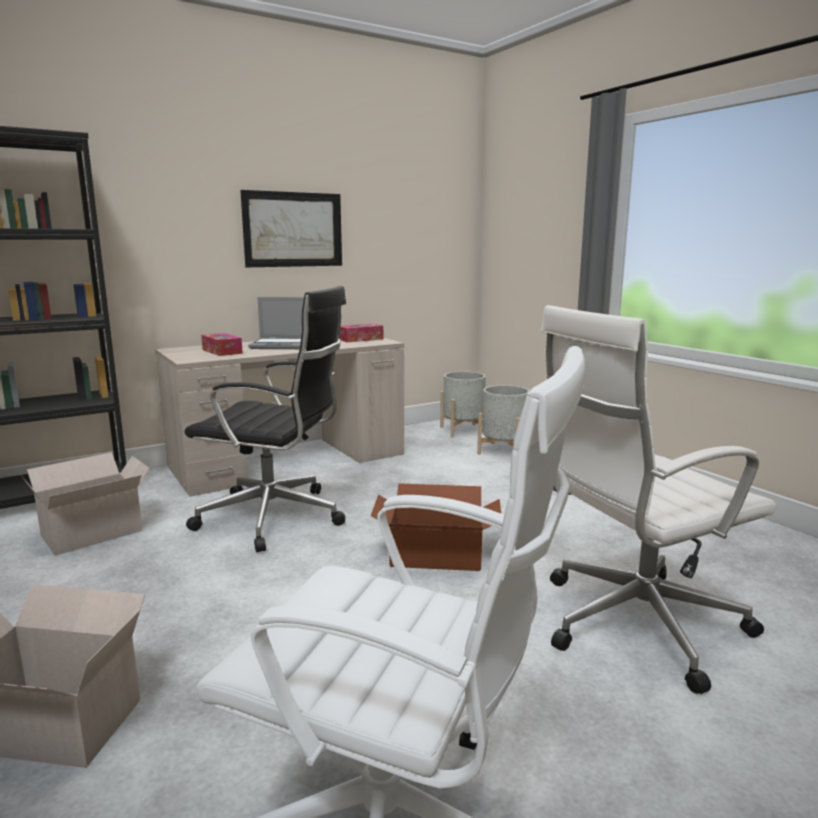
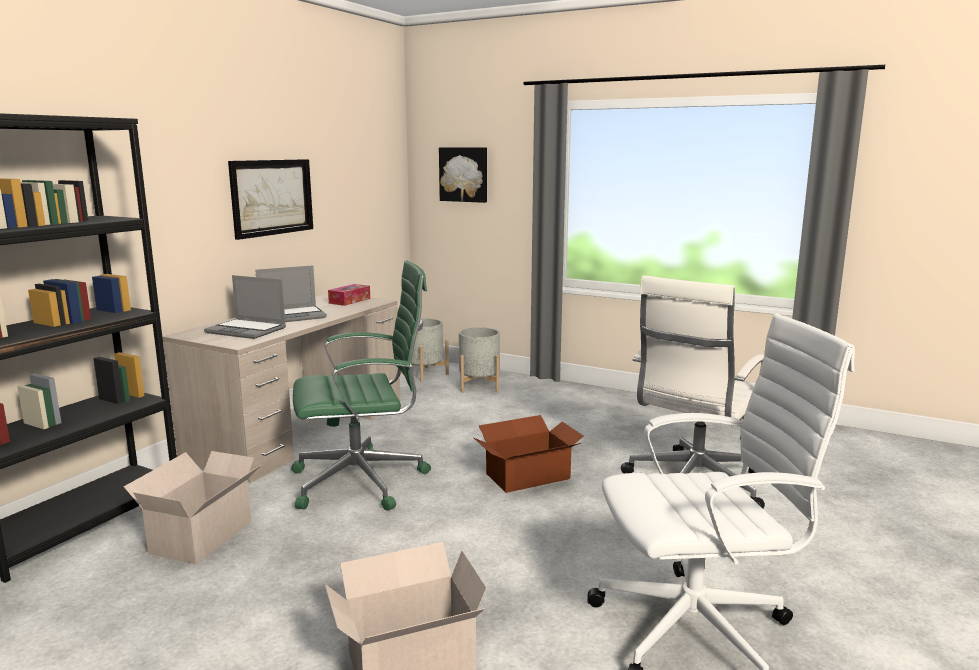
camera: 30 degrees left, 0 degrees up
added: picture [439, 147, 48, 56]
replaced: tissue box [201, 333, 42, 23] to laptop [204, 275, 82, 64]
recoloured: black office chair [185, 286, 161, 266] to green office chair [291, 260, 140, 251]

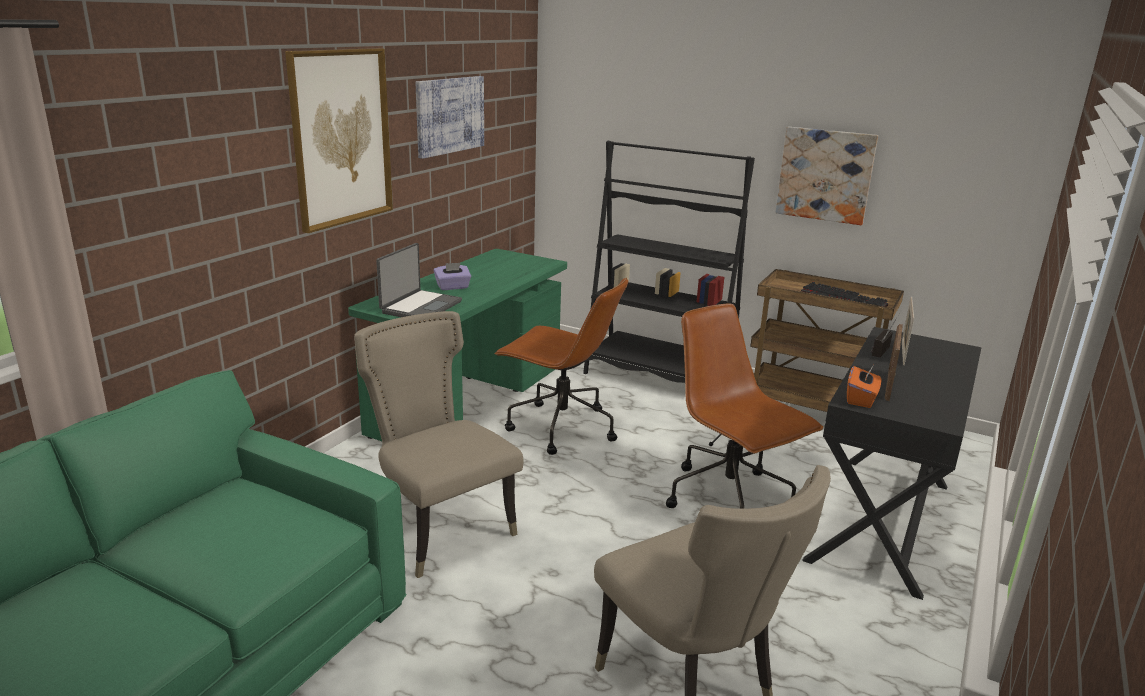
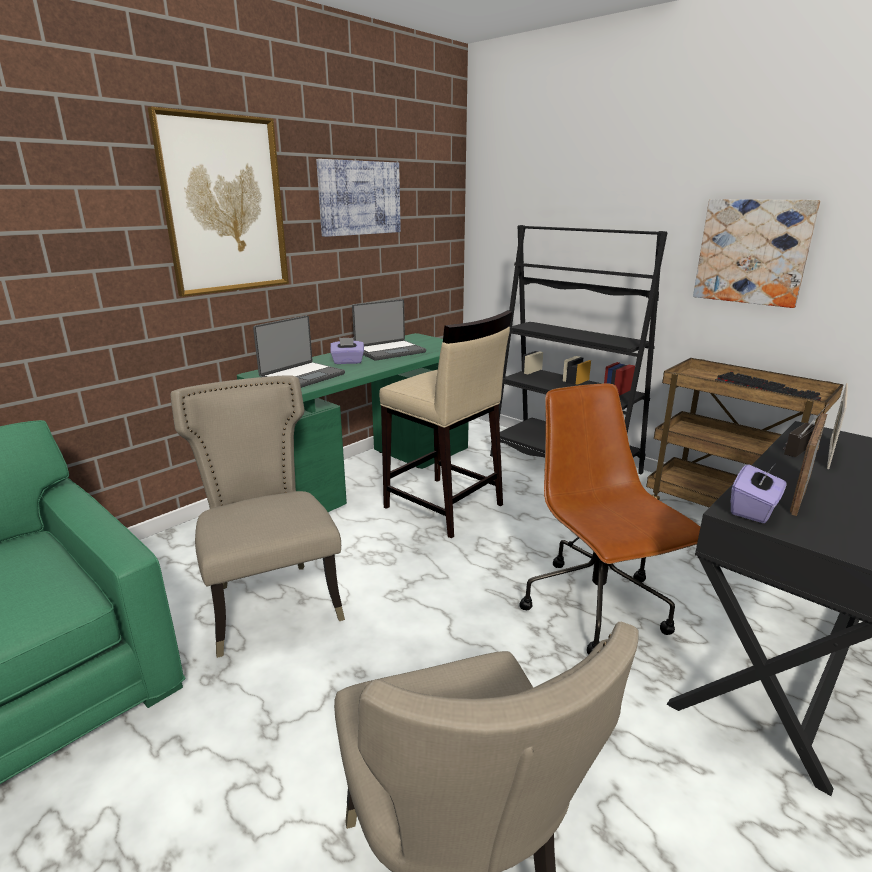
camera: 15 degrees right, 0 degrees up
added: laptop [352, 299, 74, 62]
replaced: brown office chair [494, 277, 134, 178] to beige stool [379, 310, 134, 228]
recoloured: orange tissue box [847, 366, 34, 42] to purple tissue box [731, 464, 55, 59]

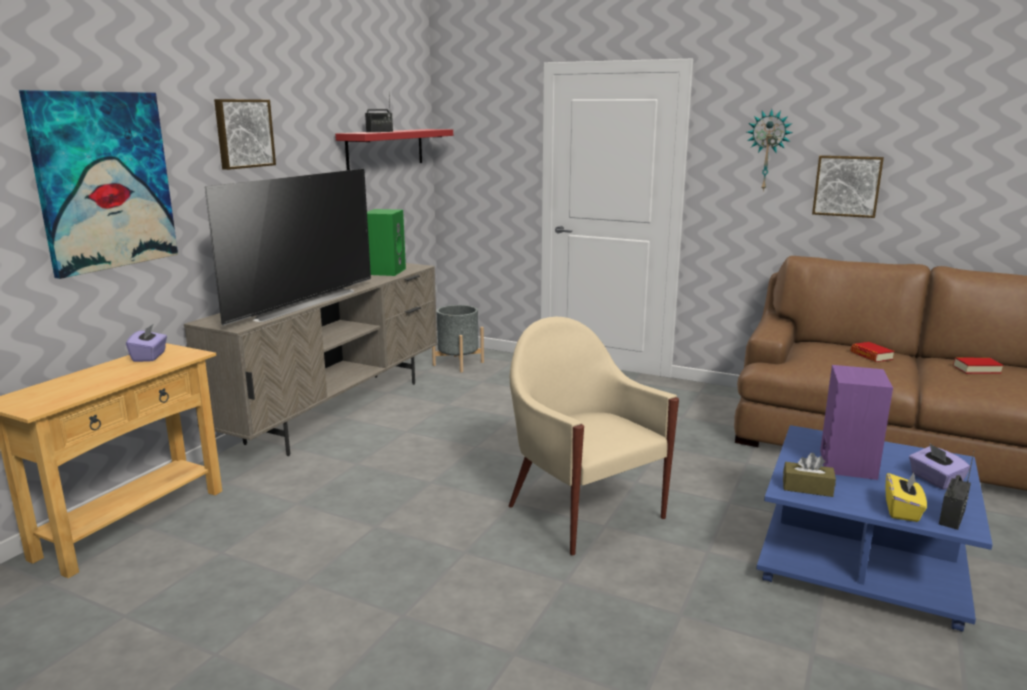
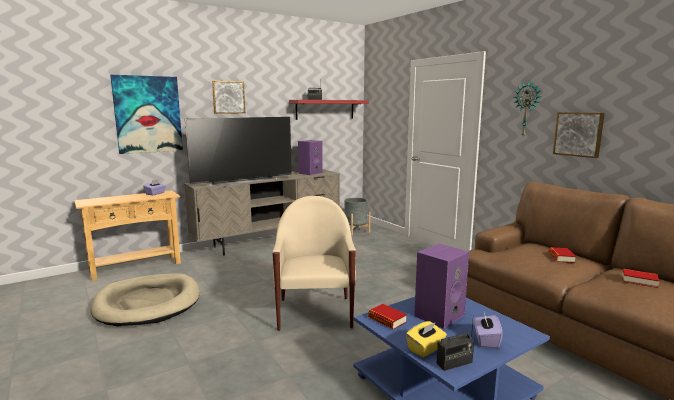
camera: 30 degrees right, 5 degrees down
added: beige dog bed [90, 273, 110, 53]
replaced: brown tissue box [783, 453, 53, 44] to book [368, 304, 39, 25]
recoloured: green speaker [367, 209, 39, 67] to purple speaker [298, 140, 25, 35]

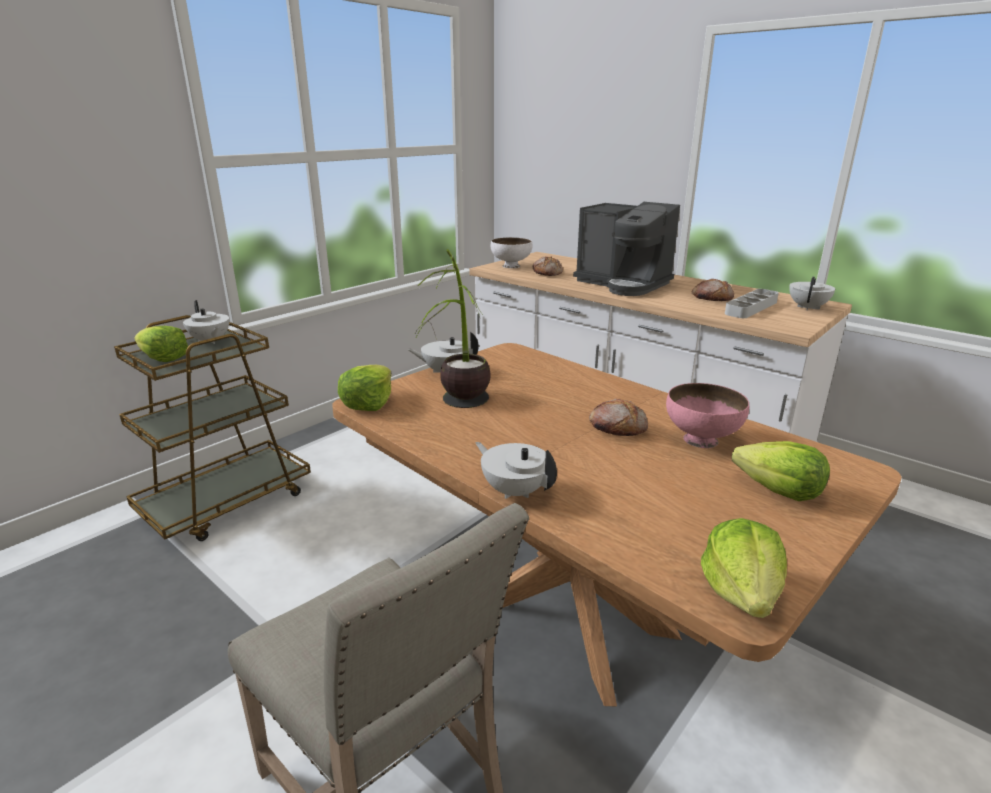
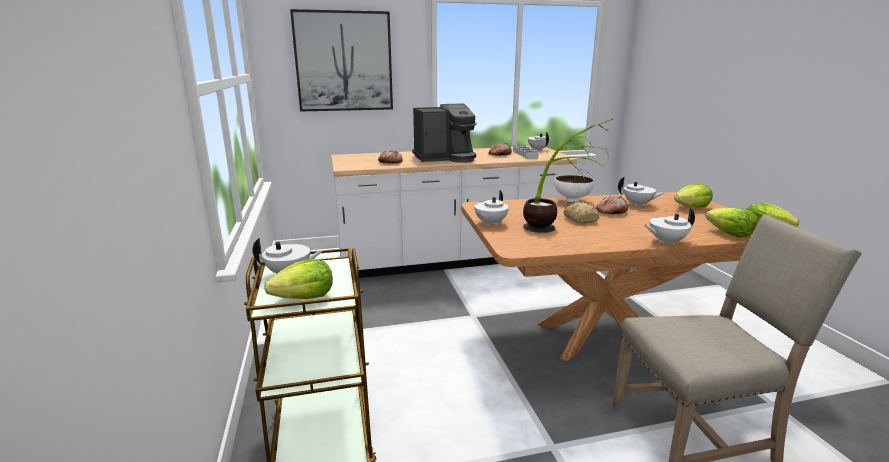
camera: 55 degrees left, 5 degrees down
added: picture [290, 9, 103, 103]; bread [563, 202, 36, 21]
moved: white bowl [491, 237, 41, 31] to [554, 175, 40, 29]; lettuce [338, 365, 54, 46] to [706, 208, 52, 30]
replaced: pink bowl [666, 383, 83, 65] to white teapot [618, 177, 48, 30]

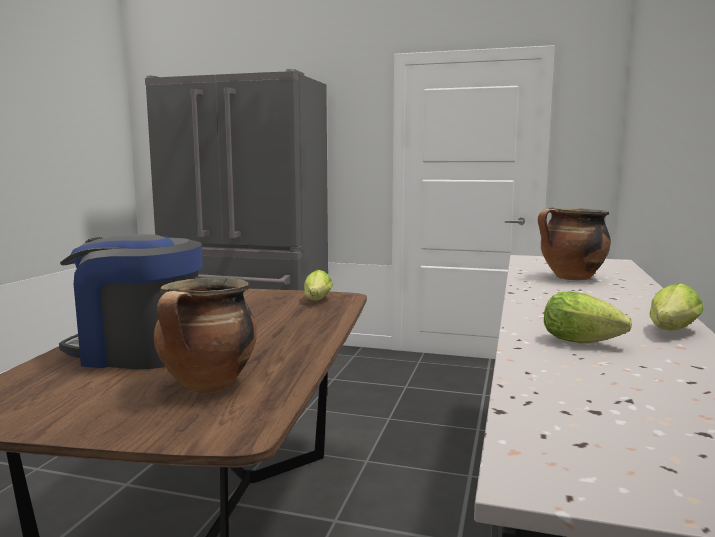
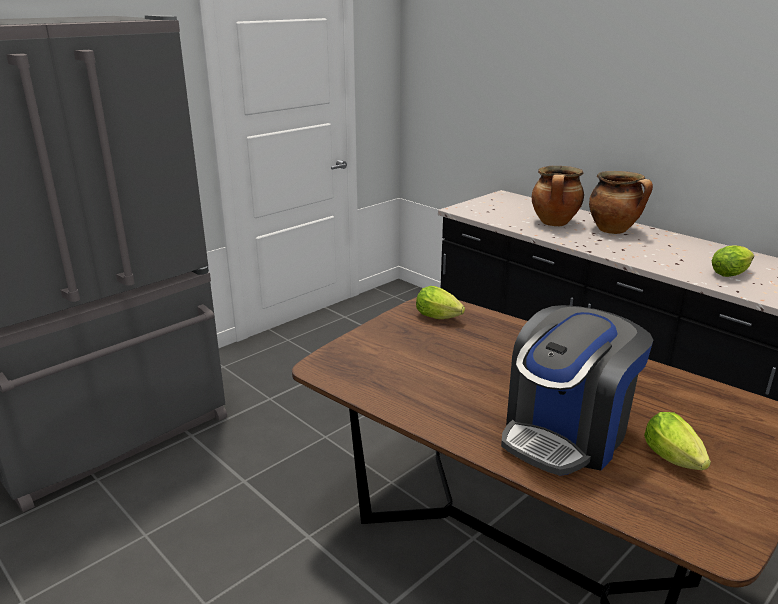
camera: 60 degrees left, 15 degrees up
moved: cooking pot [154, 278, 103, 115] to [589, 171, 64, 63]; lettuce [650, 283, 54, 48] to [644, 412, 67, 58]

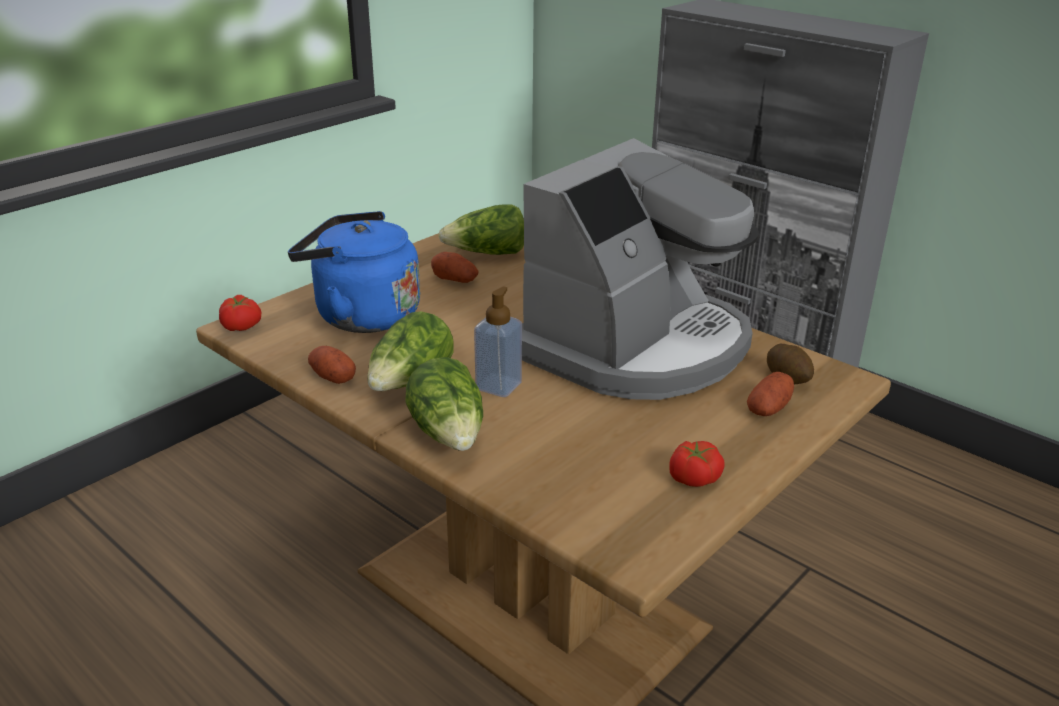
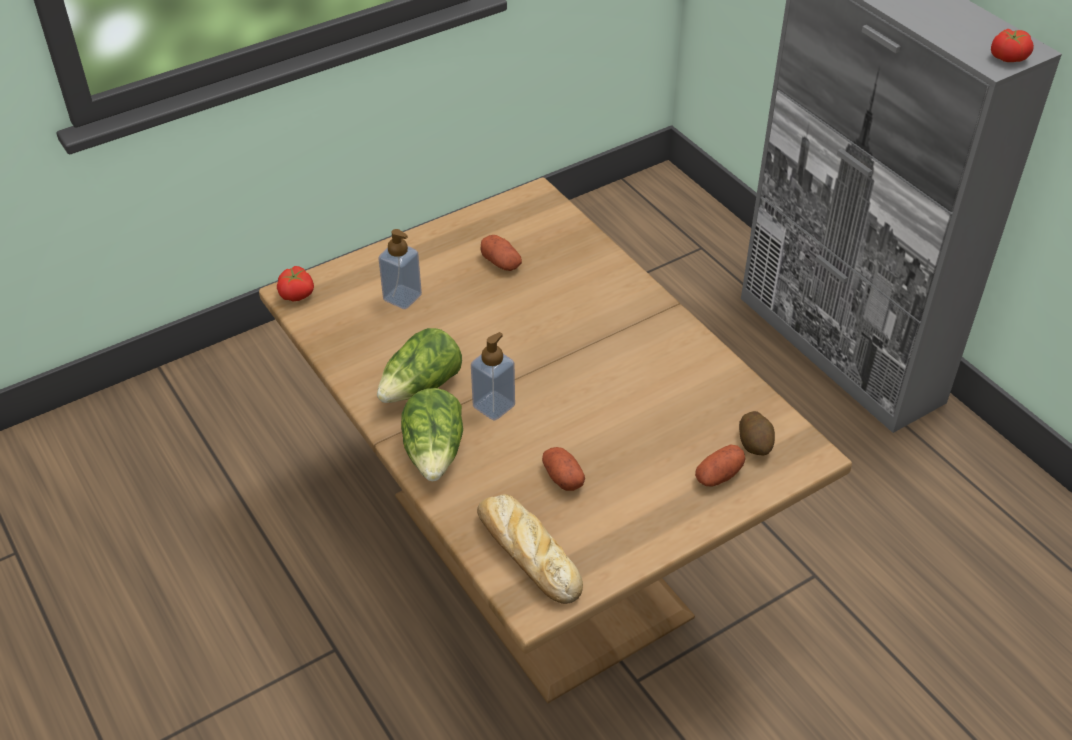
camera: 15 degrees right, 15 degrees up
removed: lettuce [438, 204, 86, 51]; coffee machine [522, 138, 237, 262]
added: bread [477, 494, 106, 110]
moved: potato [308, 346, 48, 38] to [542, 447, 43, 44]; tomato [669, 441, 56, 46] to [991, 29, 43, 33]
replaced: blue kettle [288, 211, 132, 122] to soap dispenser [378, 229, 44, 80]

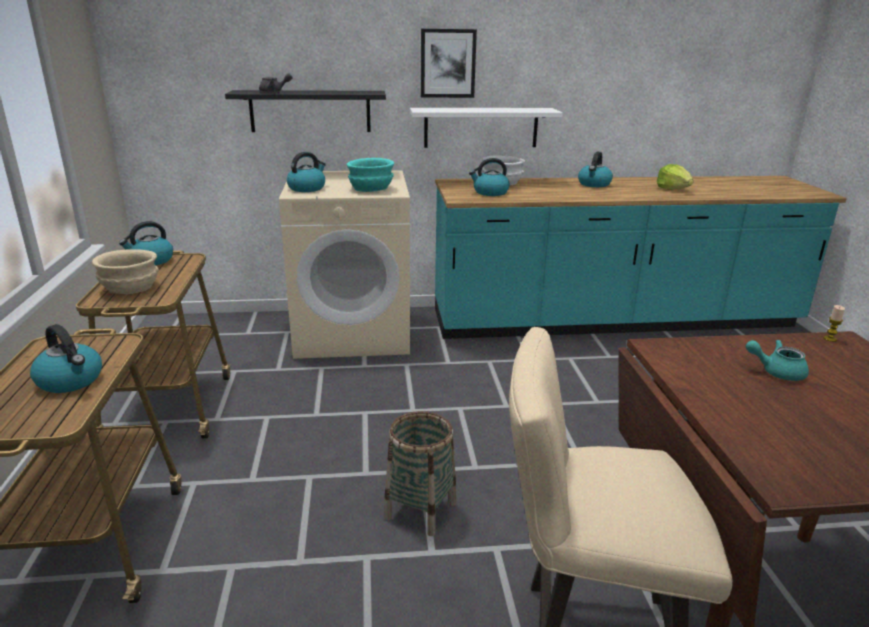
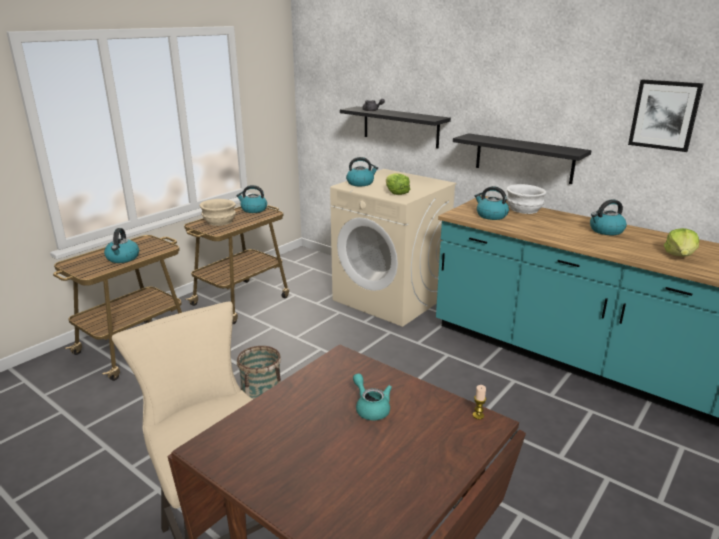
camera: 45 degrees right, 0 degrees up
moved: picture [421, 29, 56, 69] to [628, 79, 76, 73]
replaced: turquoise bowl [346, 158, 48, 34] to lettuce [386, 173, 24, 22]
recoloured: white shelf [410, 108, 153, 40] to black shelf [453, 133, 139, 51]

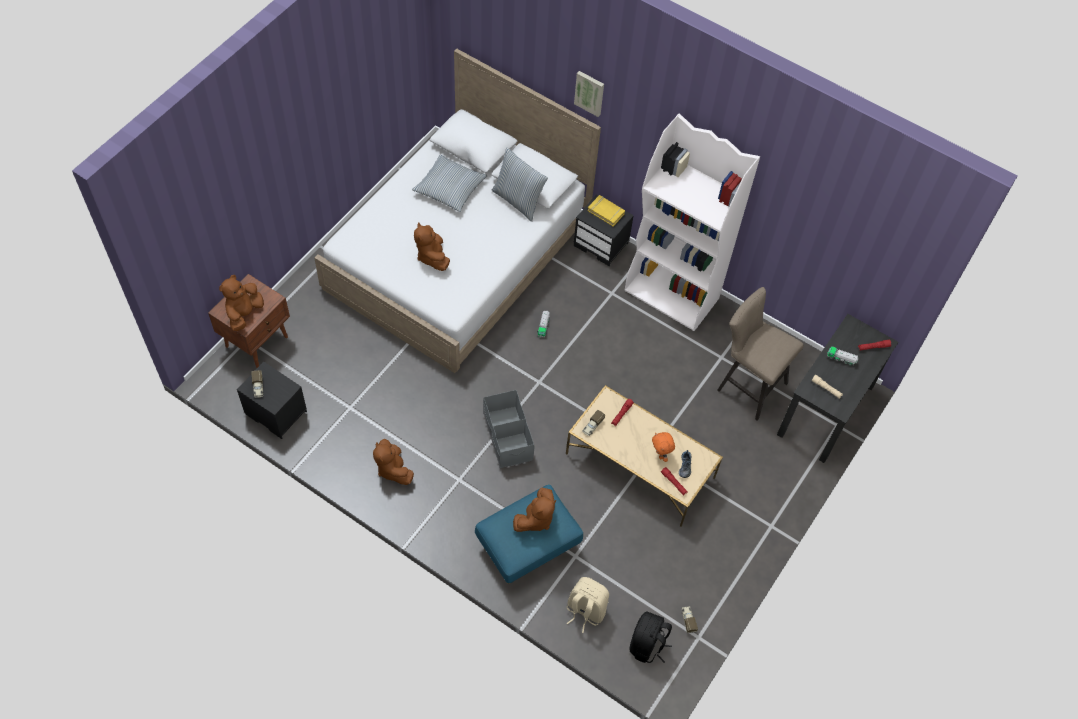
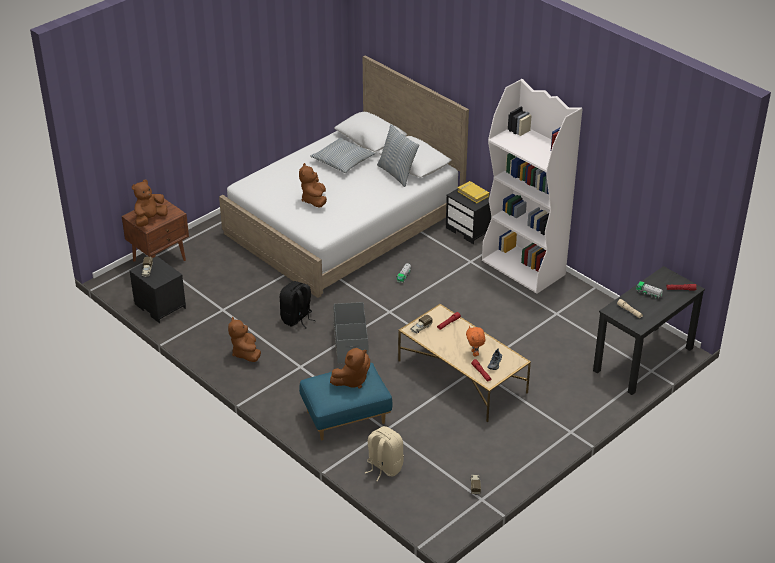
camera: 15 degrees right, 20 degrees down
removed: picture [574, 71, 30, 46]; beige stool [718, 287, 86, 134]
moved: black backpack [629, 612, 43, 51] to [280, 281, 36, 47]

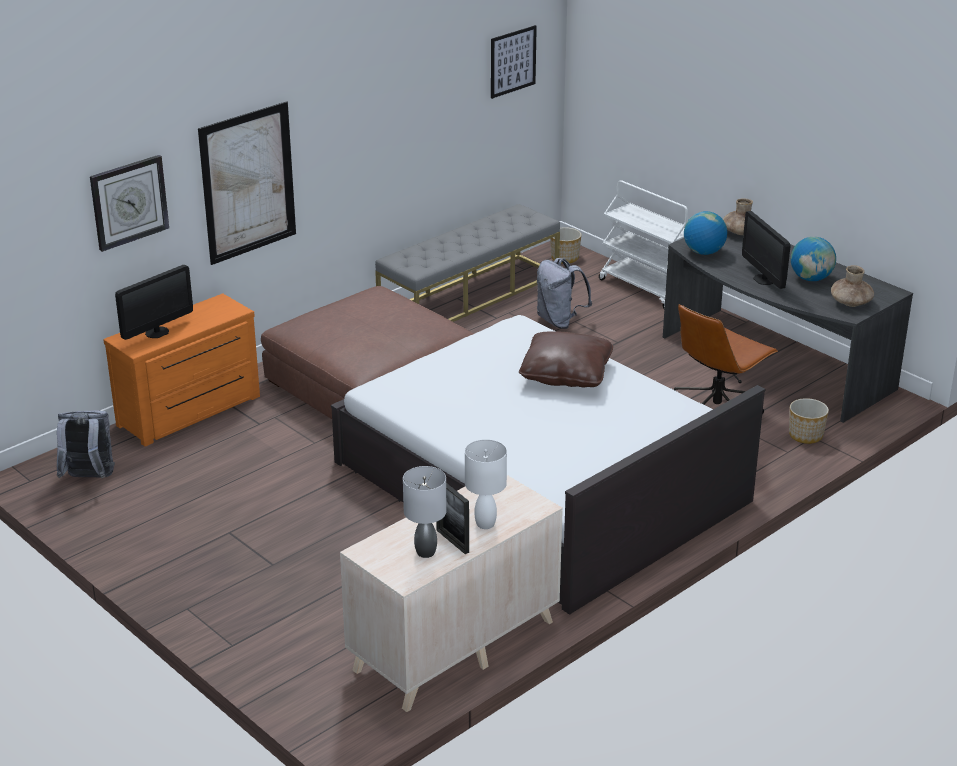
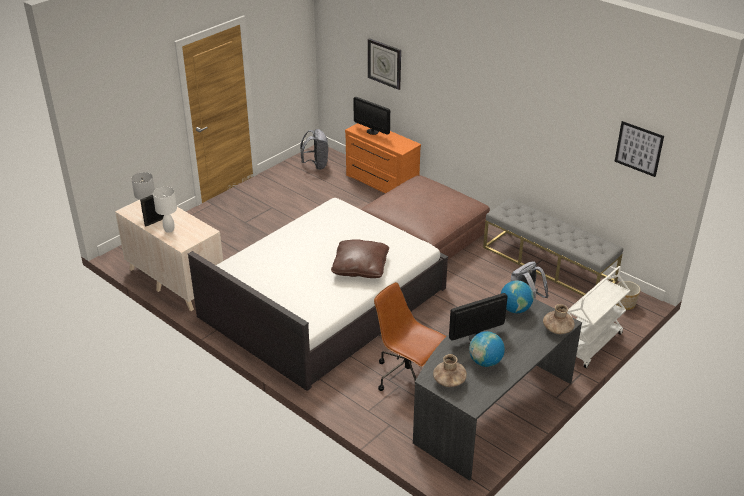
camera: 85 degrees right, 5 degrees up
removed: picture [198, 101, 98, 164]; planter [789, 398, 40, 46]

